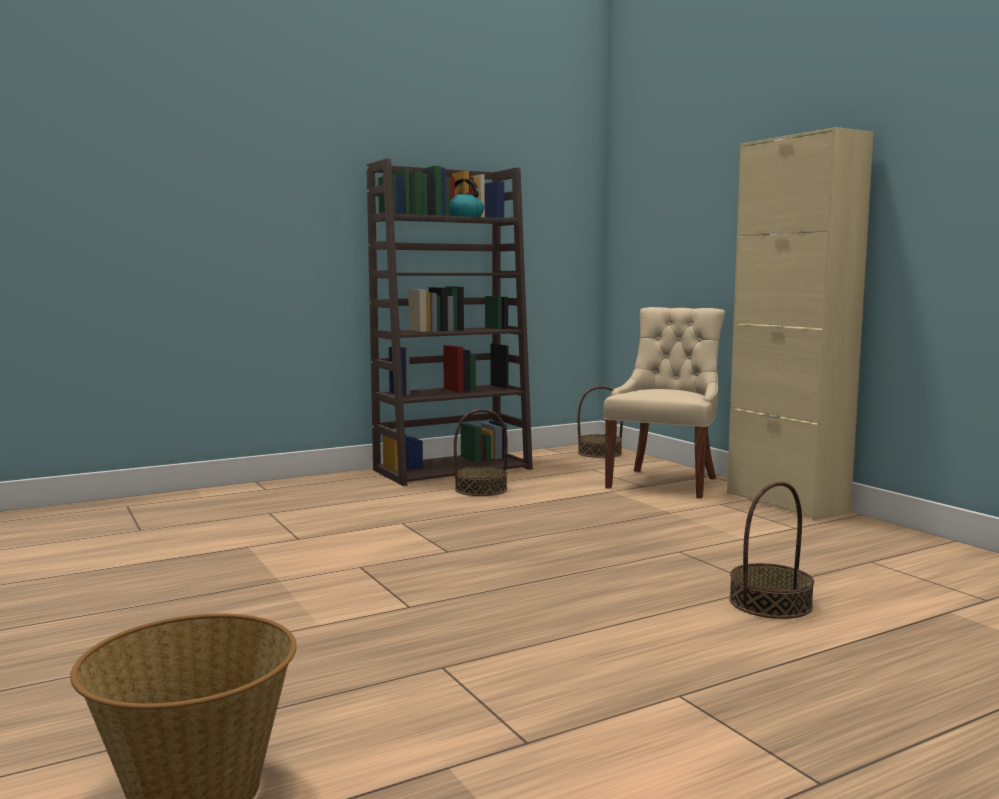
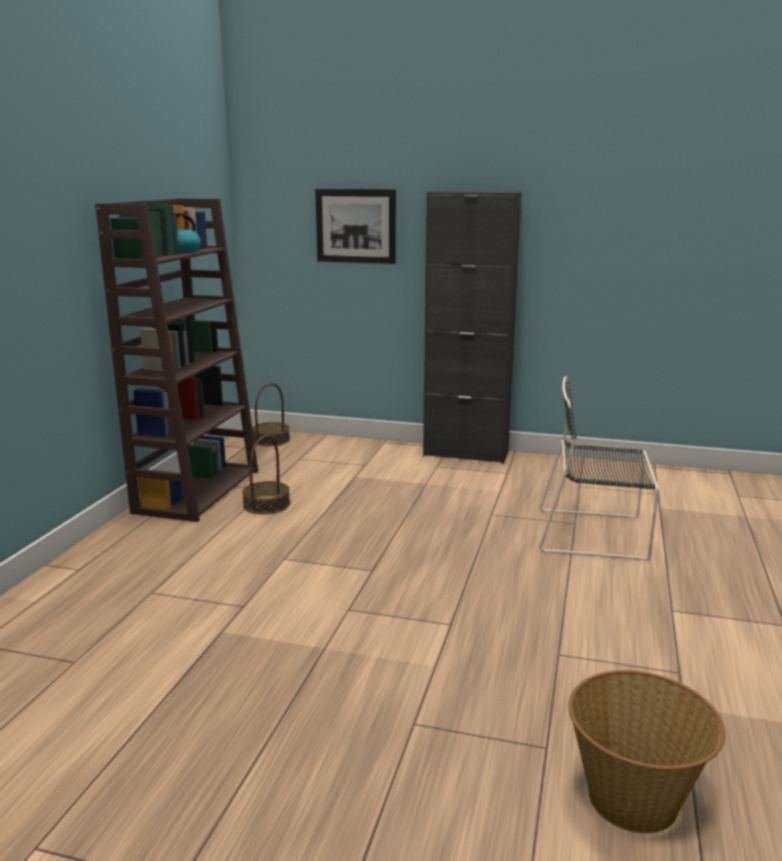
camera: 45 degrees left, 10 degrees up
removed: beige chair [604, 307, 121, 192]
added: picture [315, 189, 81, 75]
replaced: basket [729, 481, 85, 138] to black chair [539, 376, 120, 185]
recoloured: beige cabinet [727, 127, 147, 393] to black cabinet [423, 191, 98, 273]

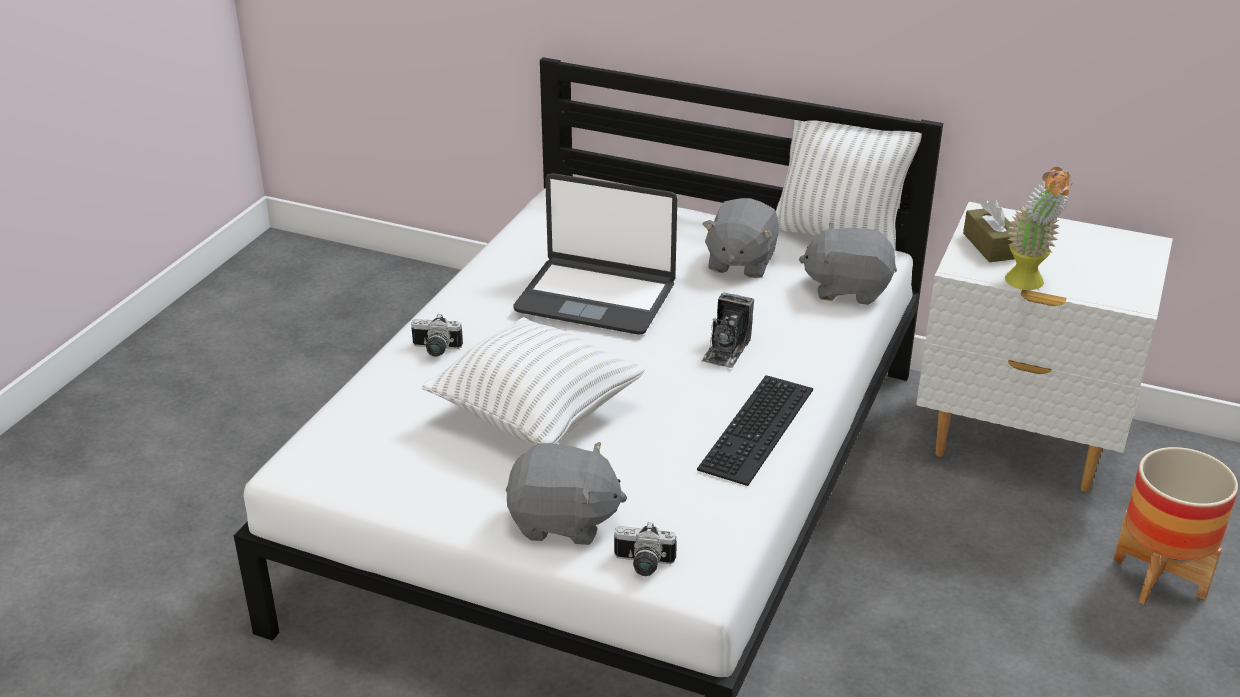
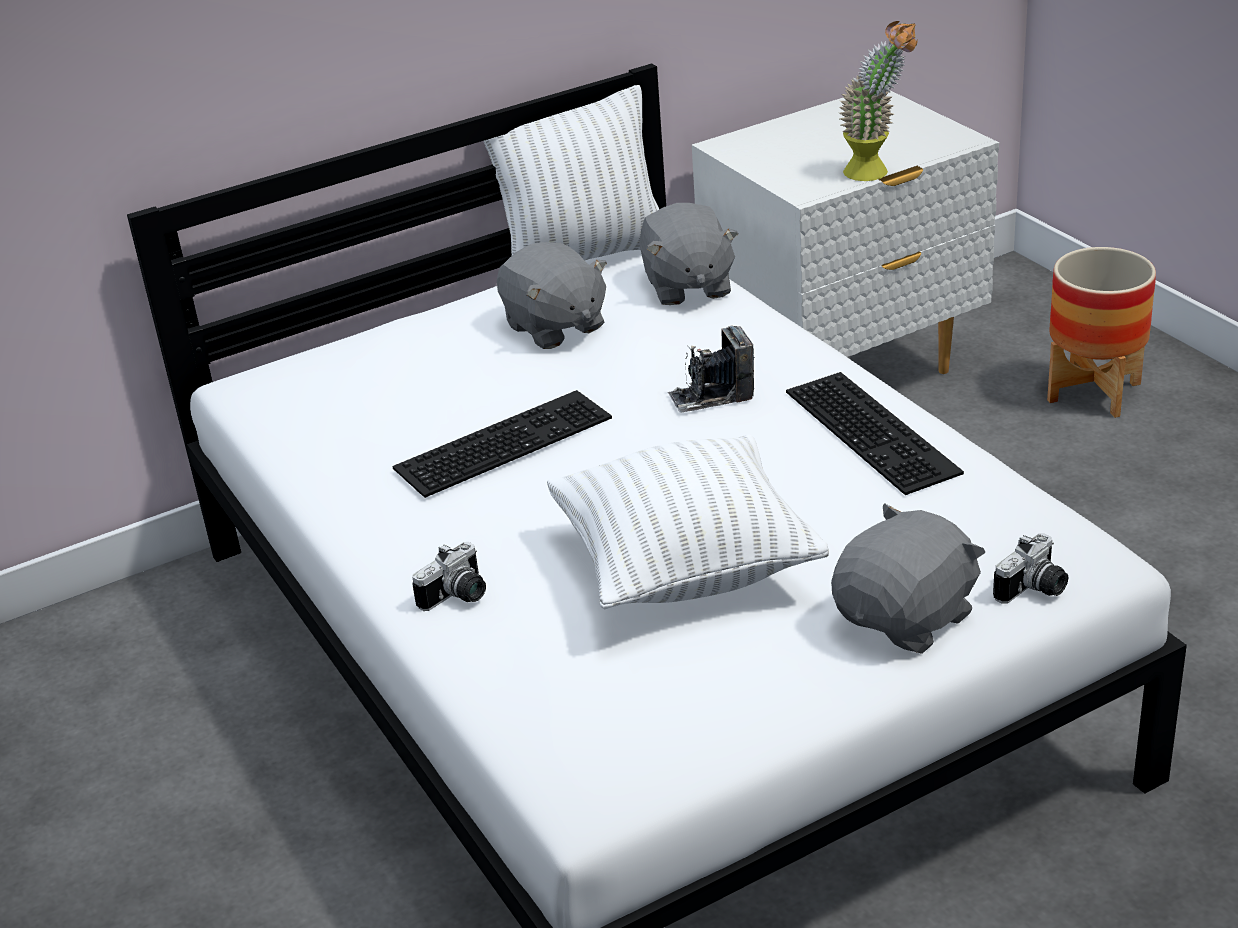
camera: 50 degrees left, 0 degrees up
removed: brown tissue box [963, 199, 52, 63]
replaced: laptop [513, 173, 164, 162] to keyboard [392, 390, 220, 108]
turned: grey plush toy [799, 222, 98, 83] = [639, 203, 100, 102] 60 degrees counterclockwise; photo camera [701, 293, 53, 75] = [668, 325, 86, 88] 105 degrees clockwise

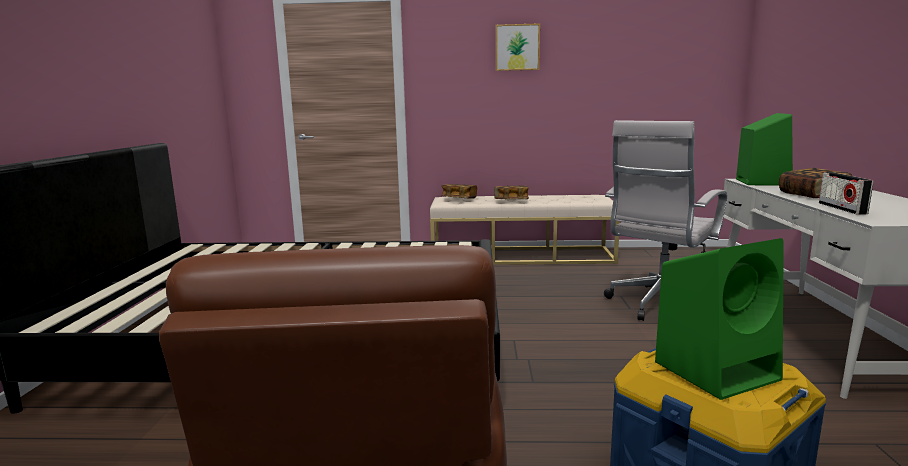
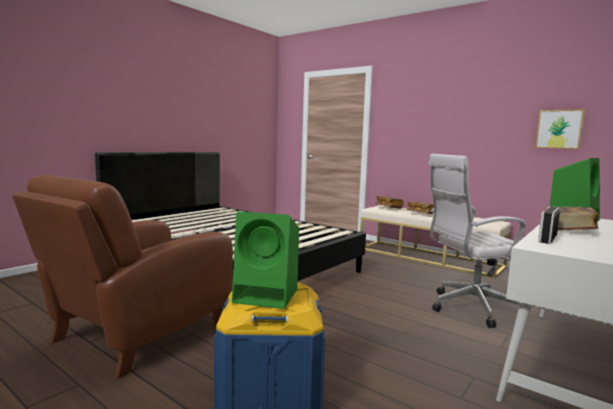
camera: 35 degrees right, 5 degrees down
moved: picture [495, 23, 45, 48] to [535, 109, 50, 40]

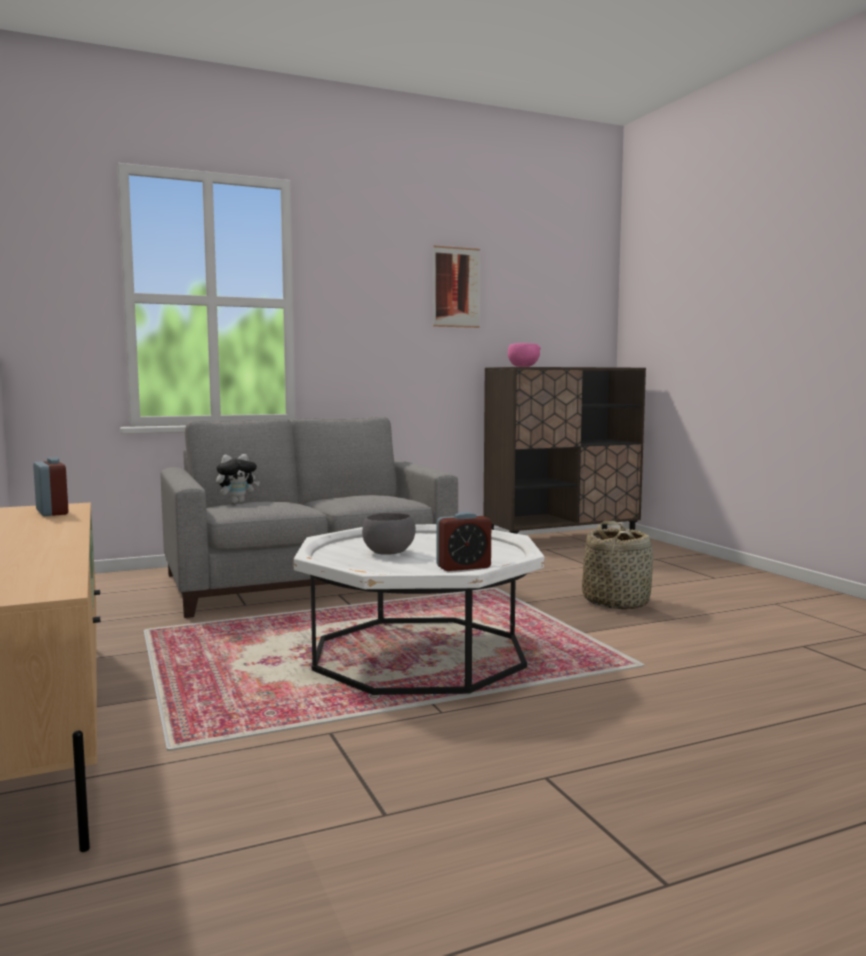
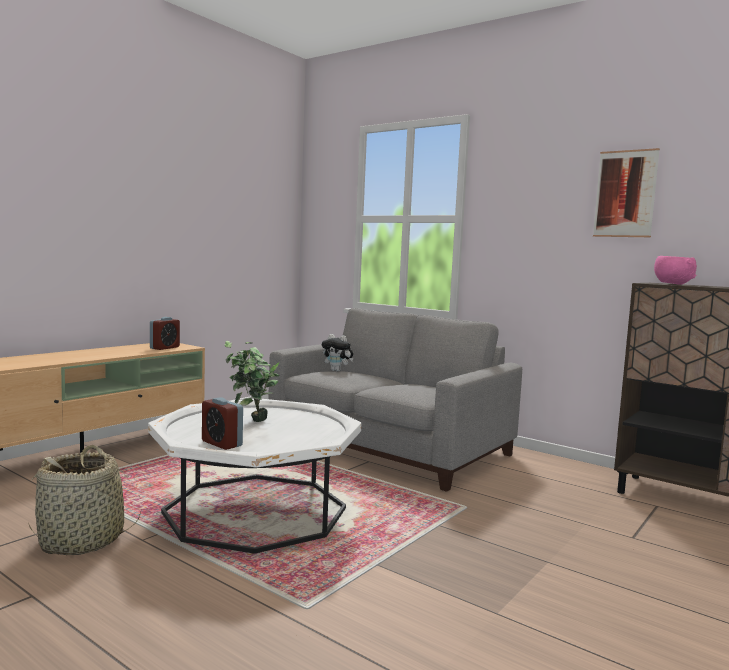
camera: 60 degrees right, 0 degrees up
moved: basket [582, 521, 71, 88] to [28, 445, 113, 110]
replaced: grey bowl [362, 513, 54, 42] to potted plant [225, 341, 55, 81]

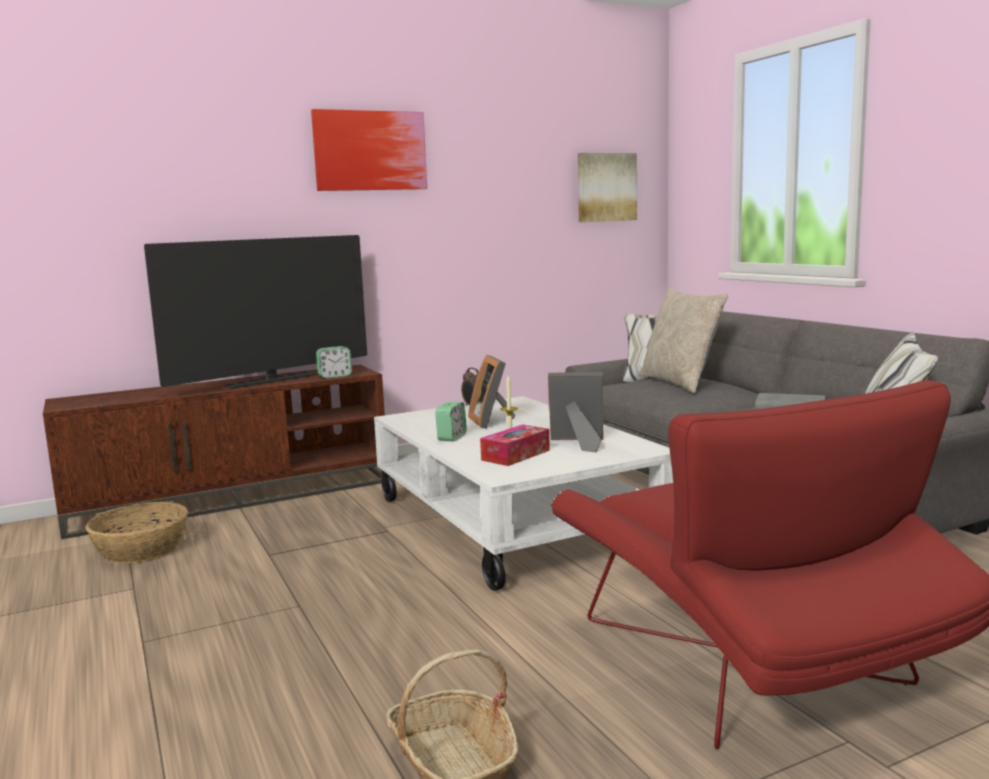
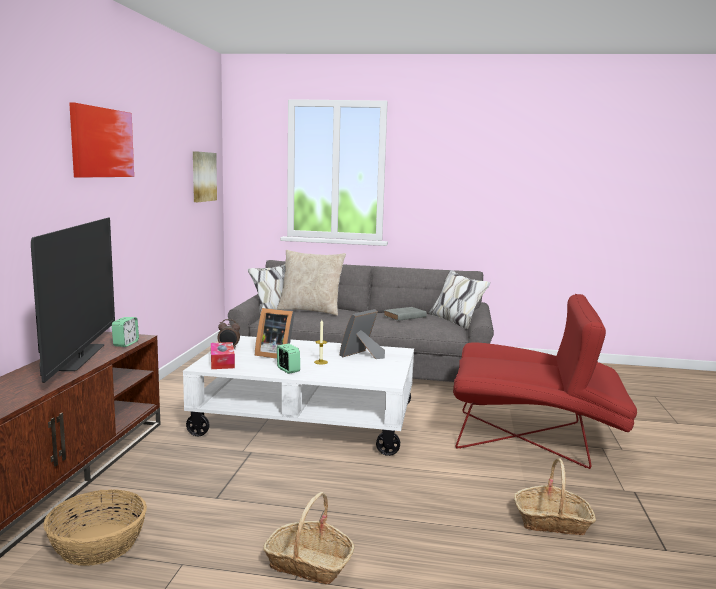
camera: 55 degrees left, 0 degrees up
added: basket [263, 492, 92, 92]
moved: tissue box [480, 425, 70, 41] to [211, 342, 24, 27]

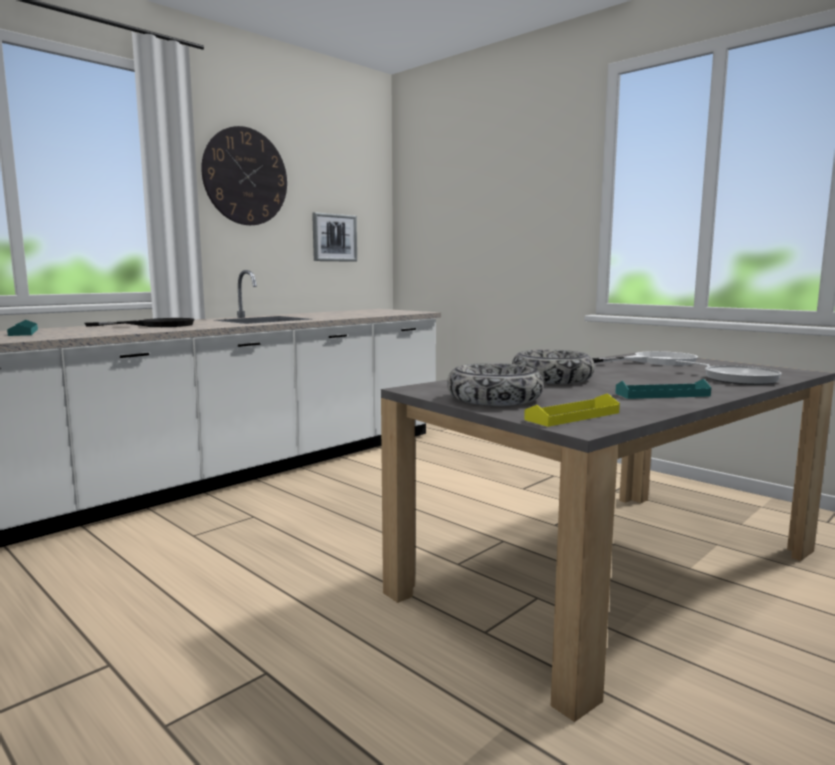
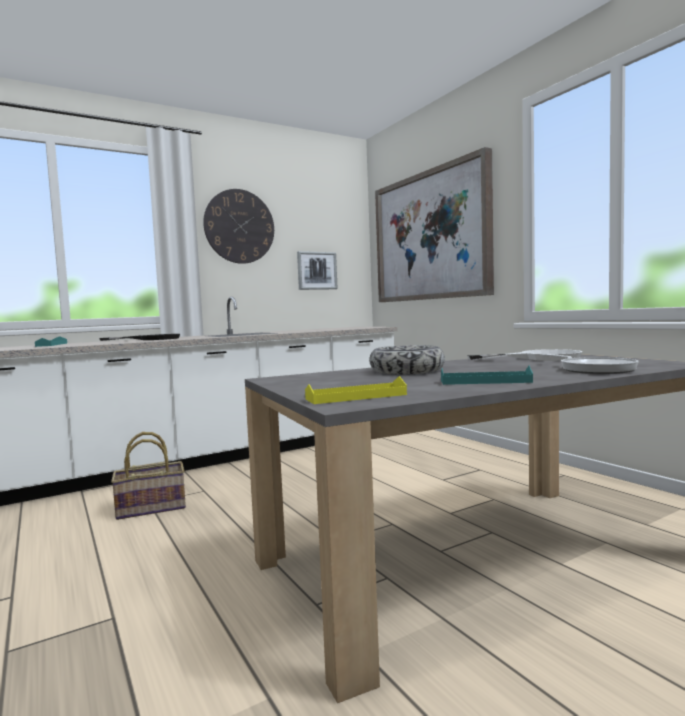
camera: 15 degrees right, 5 degrees down
removed: bowl [447, 363, 97, 43]
added: basket [111, 432, 75, 88]; picture [375, 147, 119, 155]

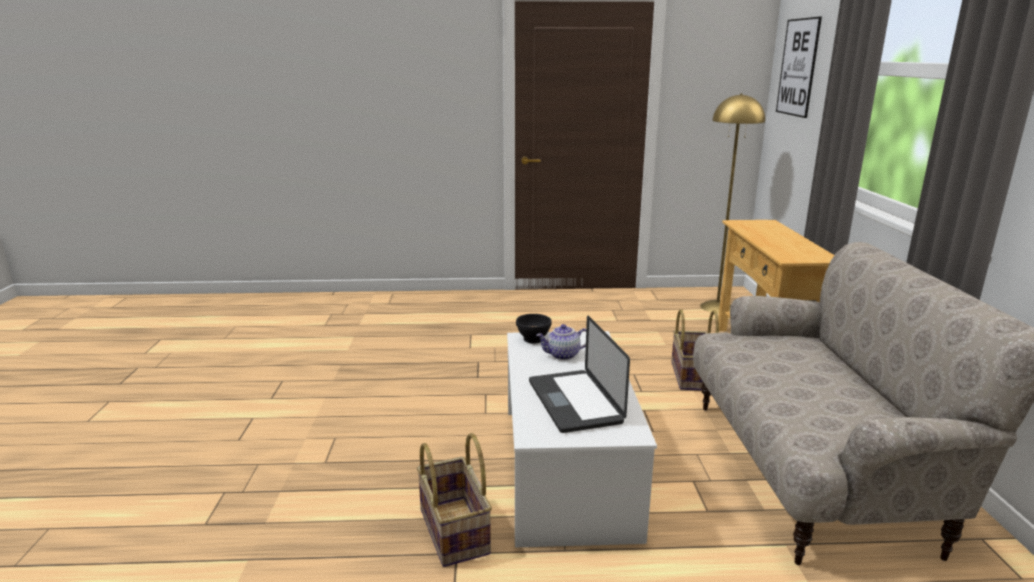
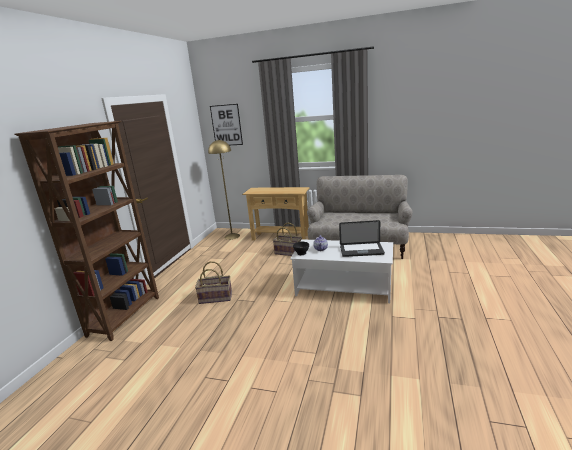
camera: 70 degrees left, 0 degrees up
added: brown bookcase [14, 121, 145, 220]
moved: basket [417, 433, 75, 134] to [195, 261, 37, 43]

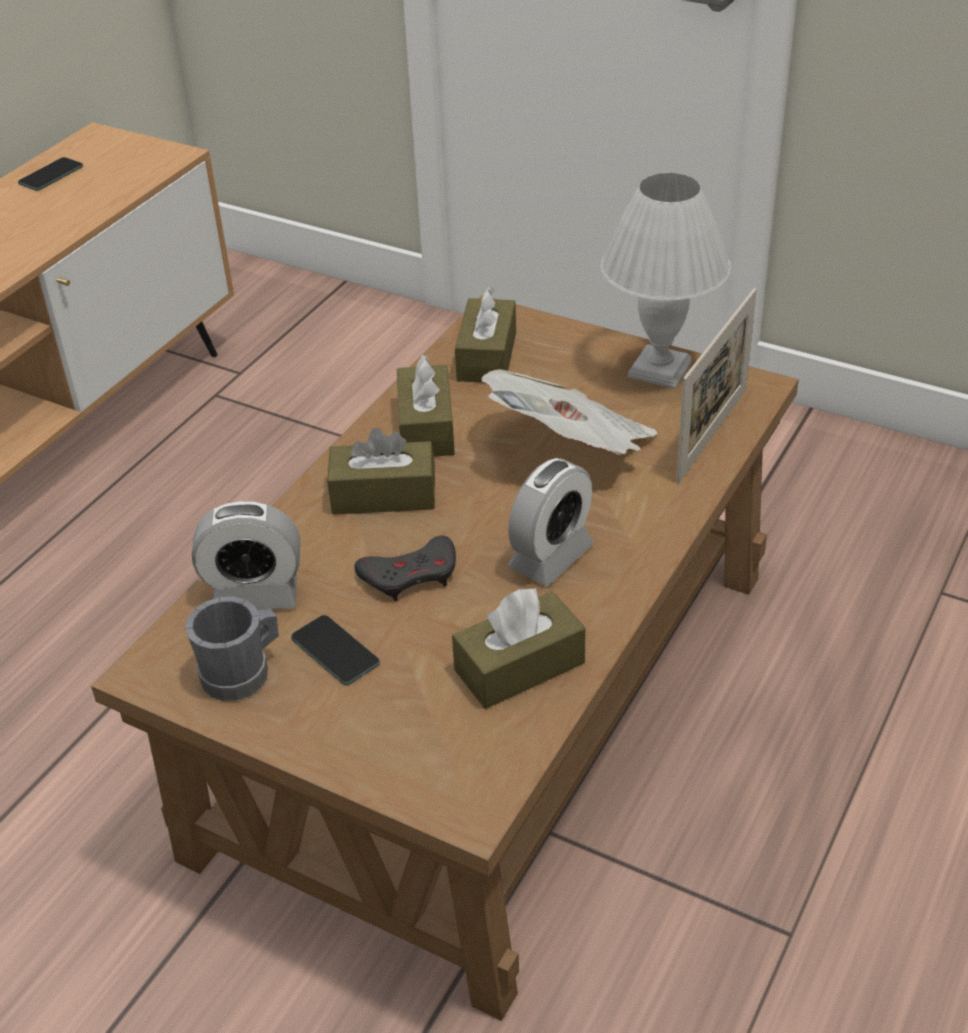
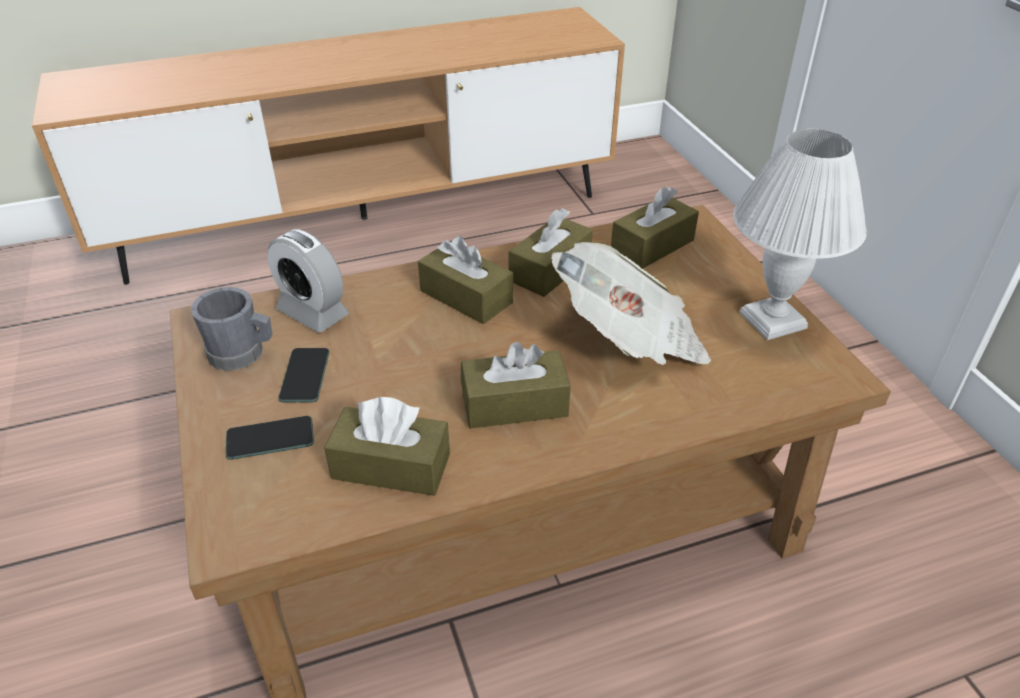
camera: 40 degrees right, 0 degrees up
removed: grey game controller [355, 536, 101, 65]; picture frame [676, 288, 81, 195]
moved: phone [18, 157, 65, 34] to [226, 416, 88, 44]
replaced: alarm clock [508, 458, 86, 128] to brown tissue box [461, 342, 110, 87]

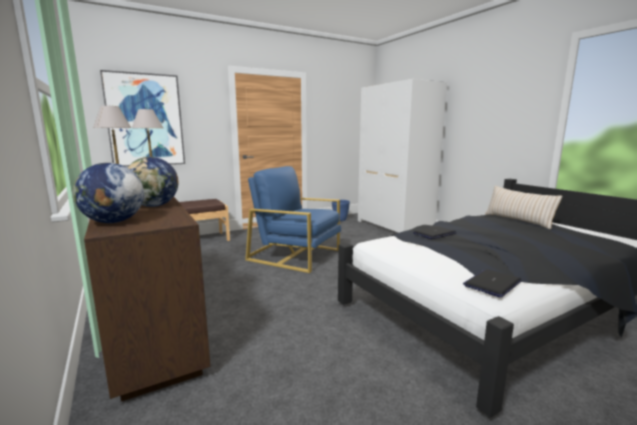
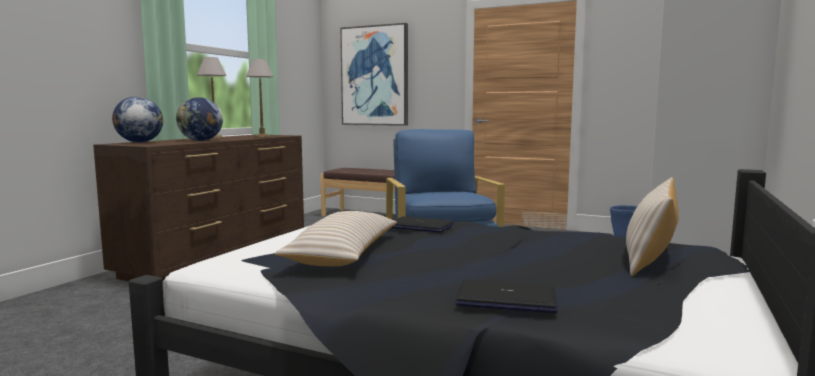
camera: 55 degrees right, 5 degrees down
added: beige pillow [274, 211, 123, 55]
moved: laptop [463, 269, 59, 28] to [456, 279, 102, 34]

